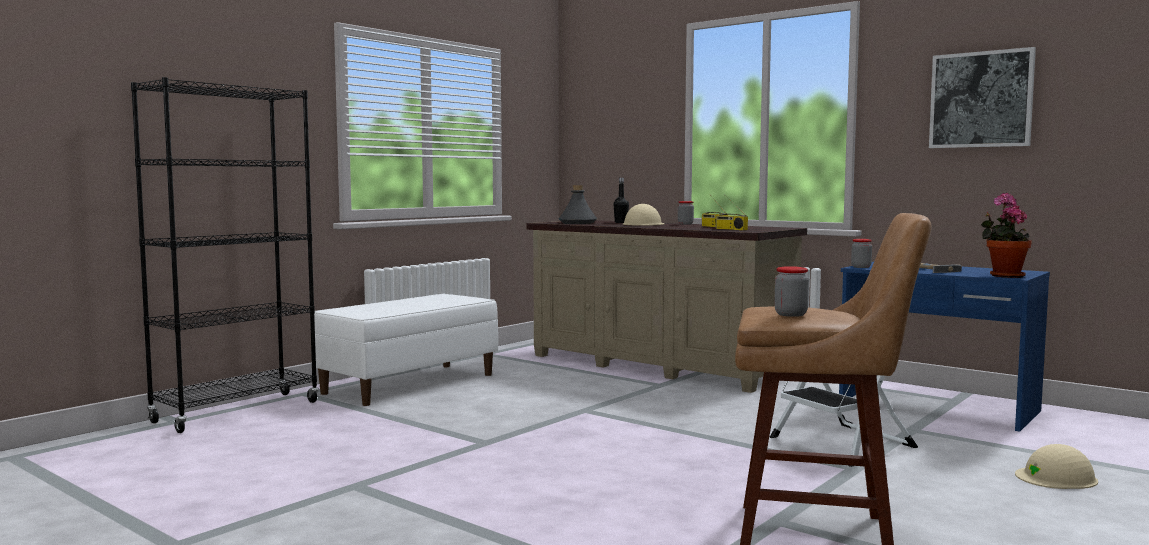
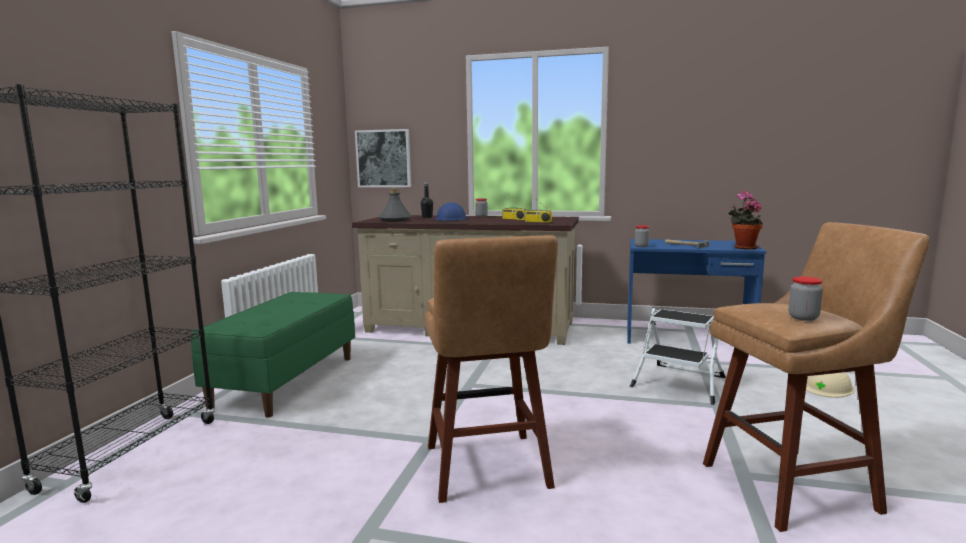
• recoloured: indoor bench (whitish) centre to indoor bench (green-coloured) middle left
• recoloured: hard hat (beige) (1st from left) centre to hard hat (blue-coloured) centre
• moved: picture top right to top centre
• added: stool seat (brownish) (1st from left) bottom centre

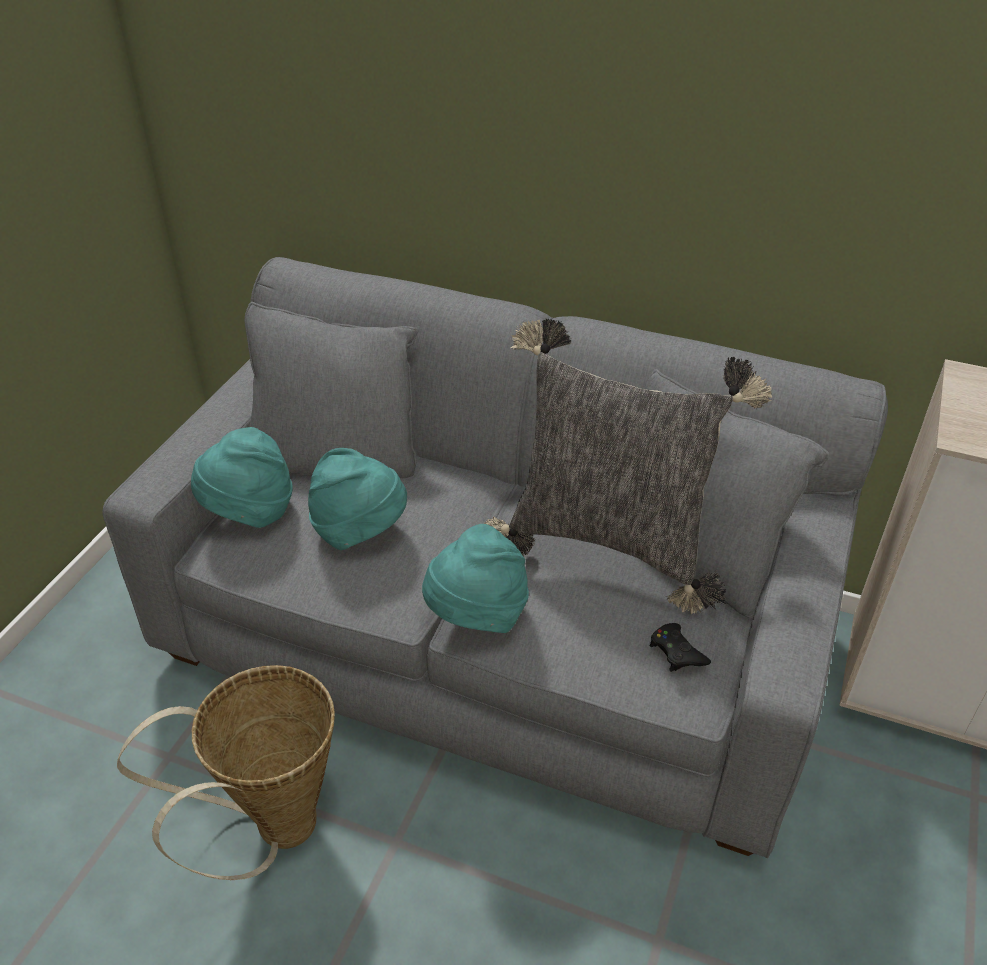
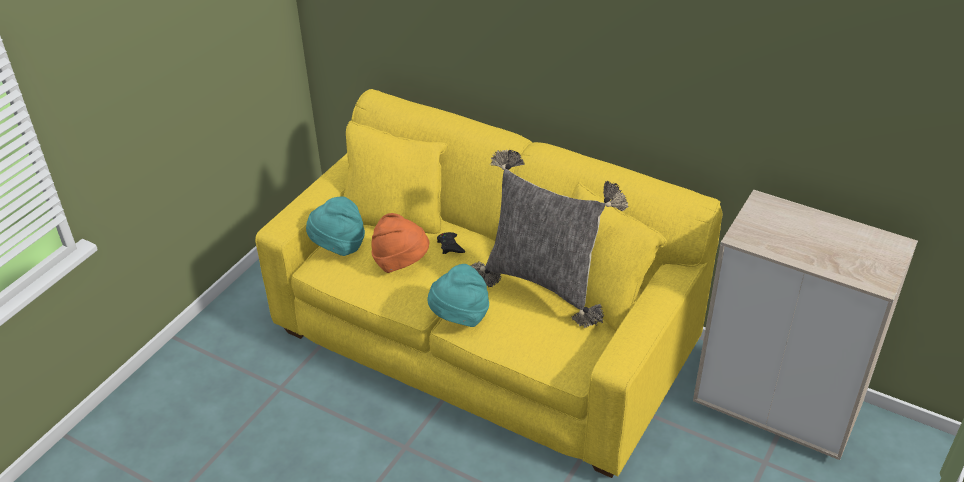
• recoloured: couch (greyish) centre to couch (yellow-coloured) centre
• removed: storage basket bottom left
• recoloured: clothing hat (turquoise-coloured) (2nd from left) centre to clothing hat (orange-coloured) centre
• moved: joypad (black) bottom right to centre

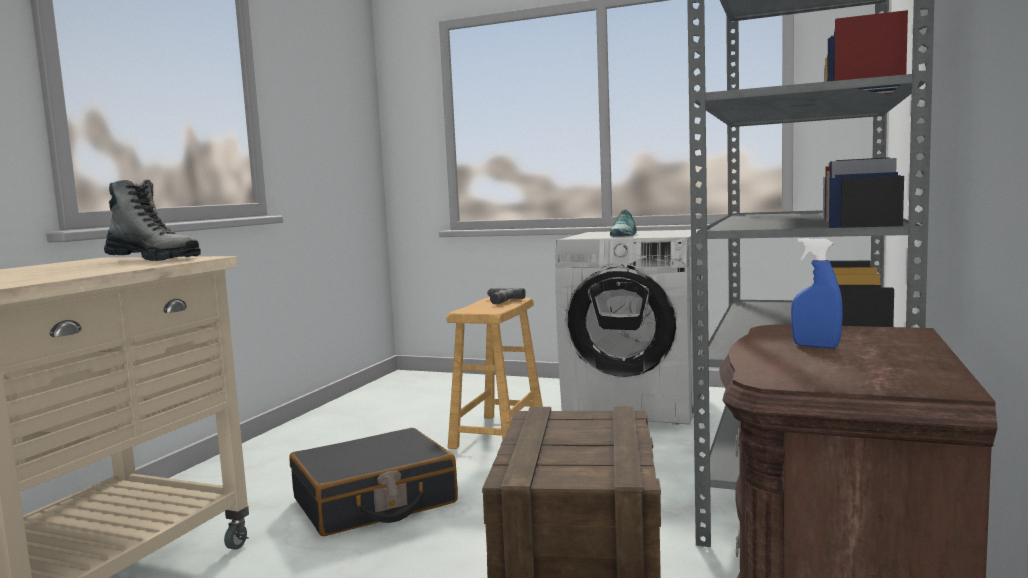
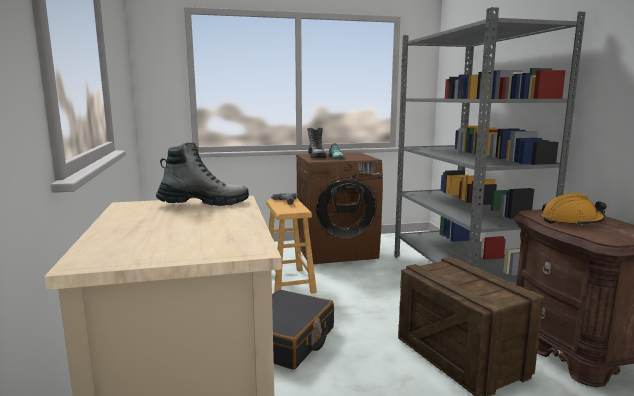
• recoloured: laundry appliance (whitish) centre to laundry appliance (brownish) centre
• replaced: sprayer (blue-coloured) middle right to hard hat (orange-coloured) middle right
• added: boot (2nd from left) centre

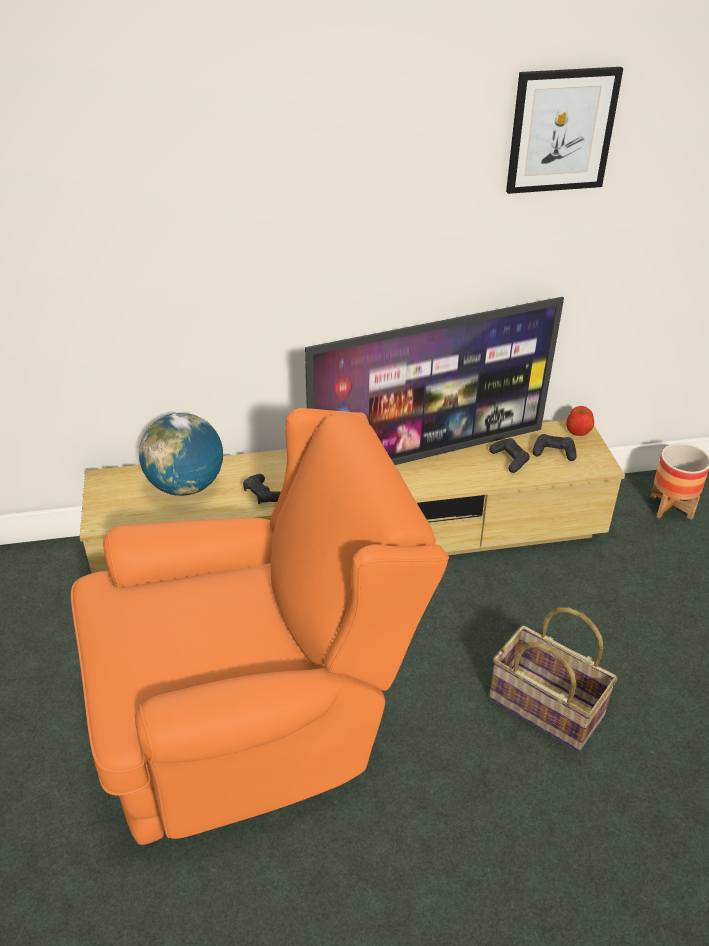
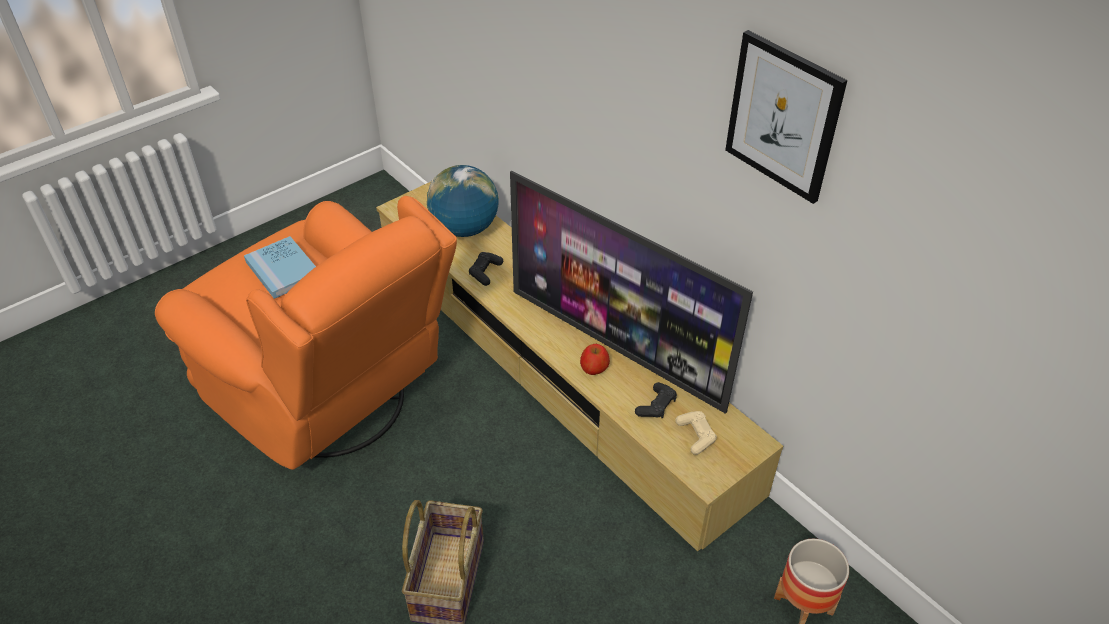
• recoloured: joypad (black) (3rd from left) middle right to joypad (beige) bottom centre
• moved: apple middle right to centre
• added: book (blue-coloured) middle left

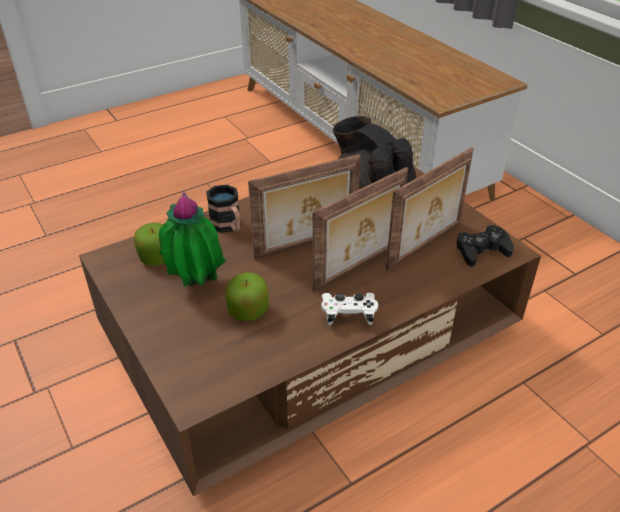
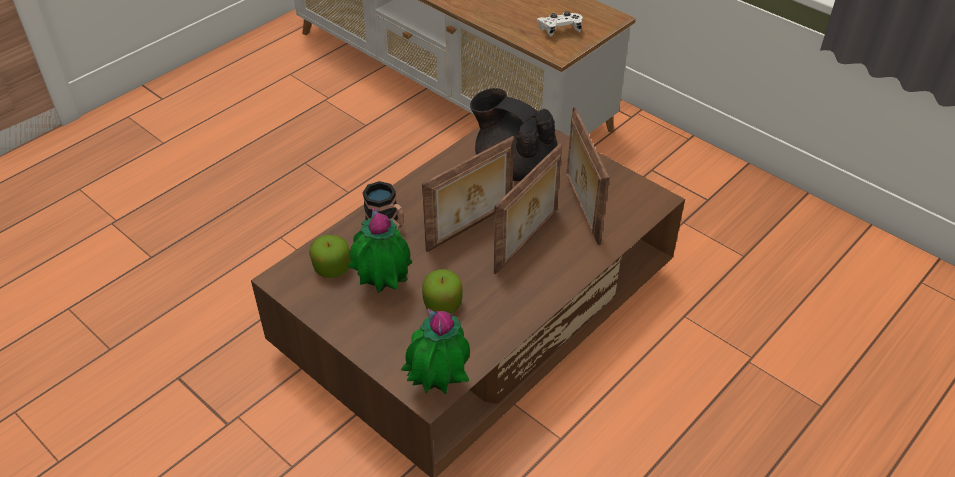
• moved: joypad (whitish) centre to top centre
• turned: picture frame (3rd from left) middle right = centre 135 degrees clockwise
• removed: joypad (black) middle right
• added: potted plant (2nd from left) bottom centre

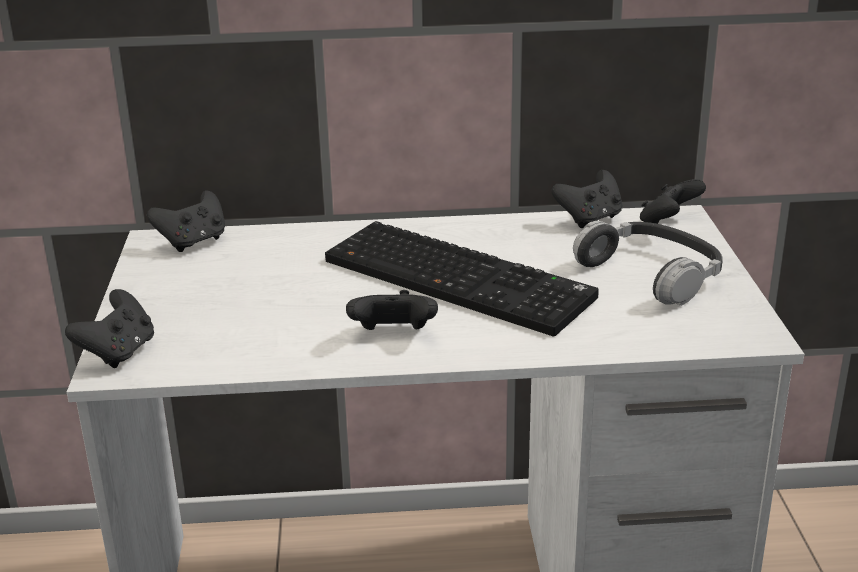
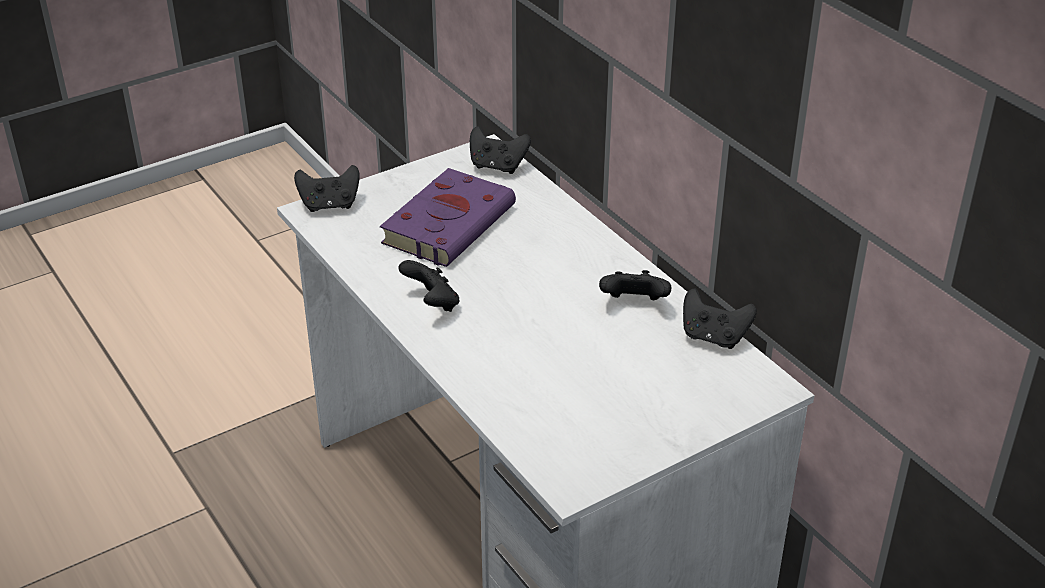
• removed: keyboard centre
• removed: headset middle right
• moved: joypad (black) (5th from left in the first image) middle right to joypad (black) (4th from left) centre
• added: book (purple) centre

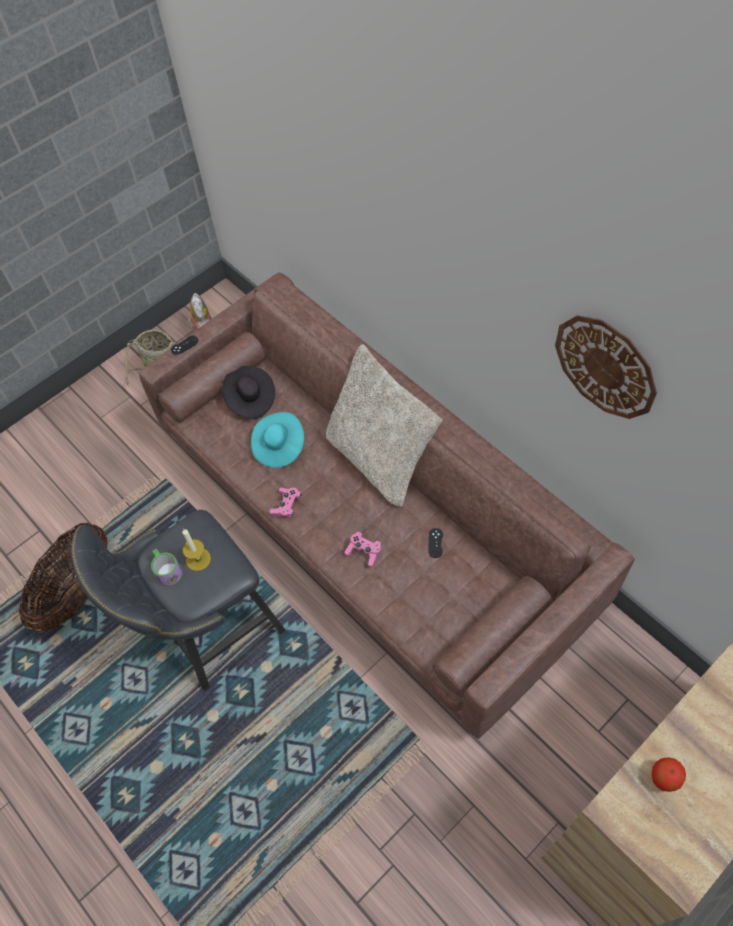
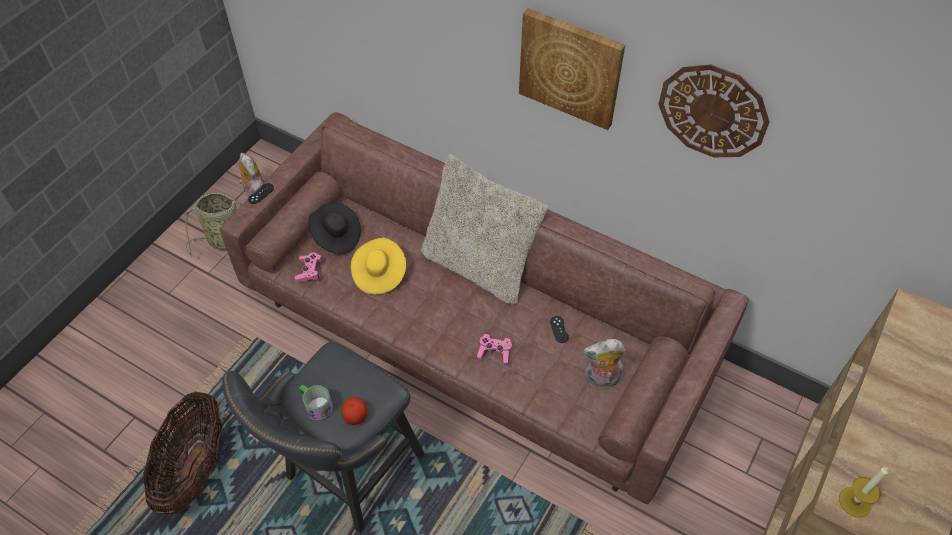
• moved: wax light middle left to bottom right
• recoloured: clothing hat (turquoise-coloured) centre to clothing hat (yellow-coloured) centre
• moved: joypad (pink-coloured) (1st from left) centre to middle left
• moved: apple bottom right to bottom centre
• added: picture top centre
• added: soft toy (2nd from left) bottom centre

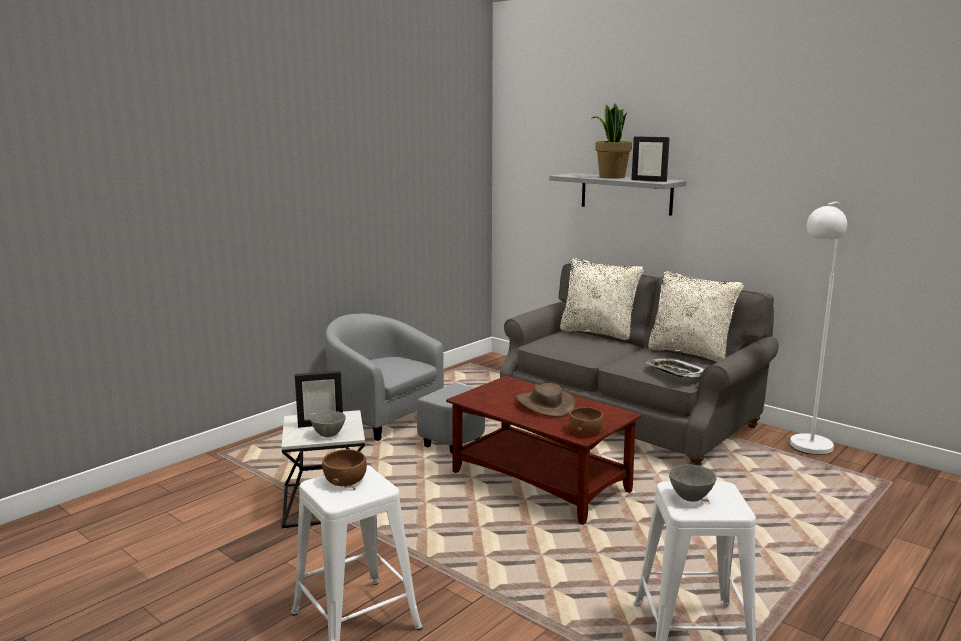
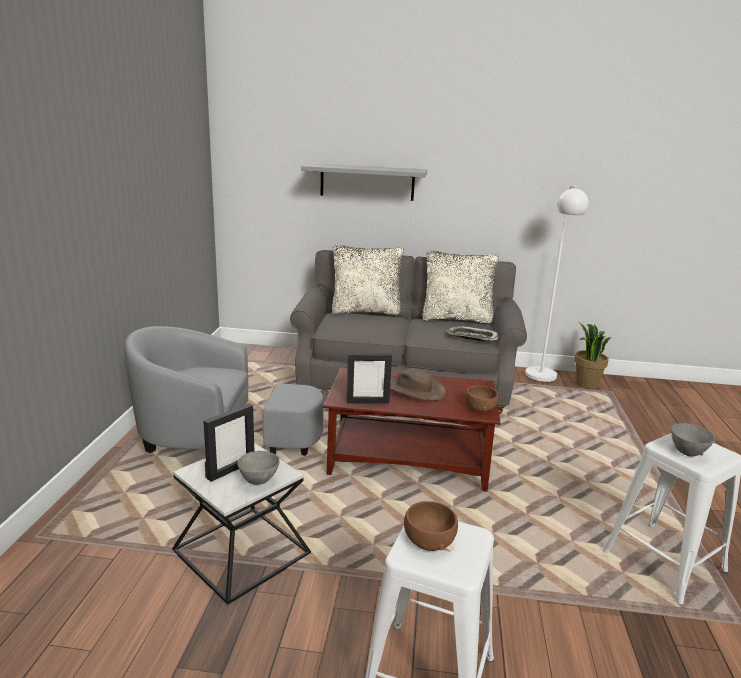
• moved: potted plant top centre to middle right
• moved: picture frame (2nd from left) top right to centre

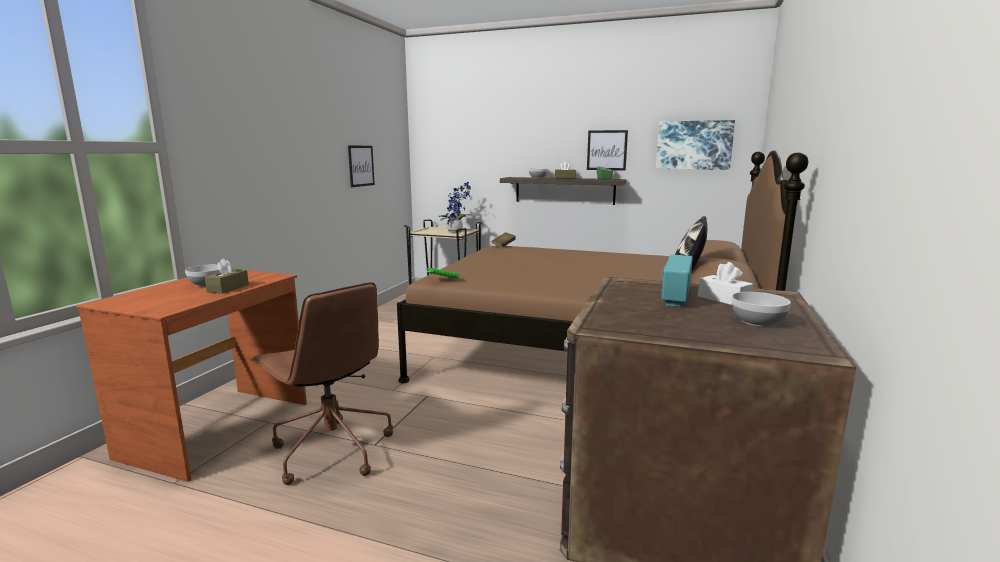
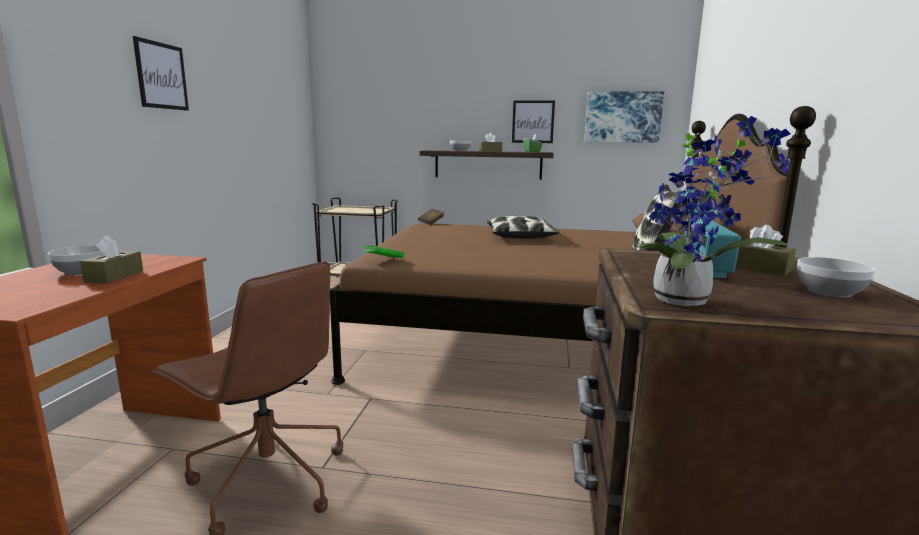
• moved: picture (1st from left) top centre to top left
• moved: potted plant centre to middle right
• recoloured: tissue box (whitish) middle right to tissue box (brownish) (3rd from left) middle right
• added: throw pillow (1st from left) centre

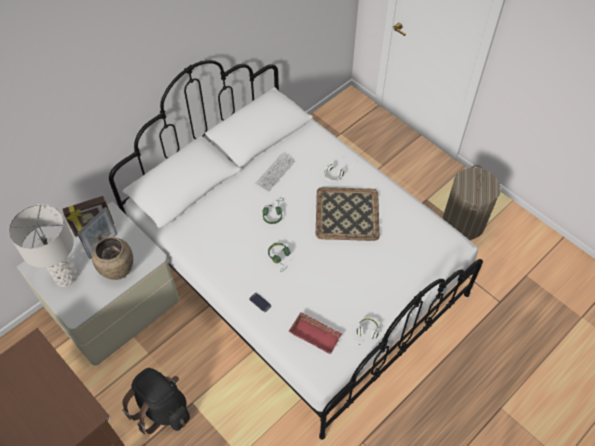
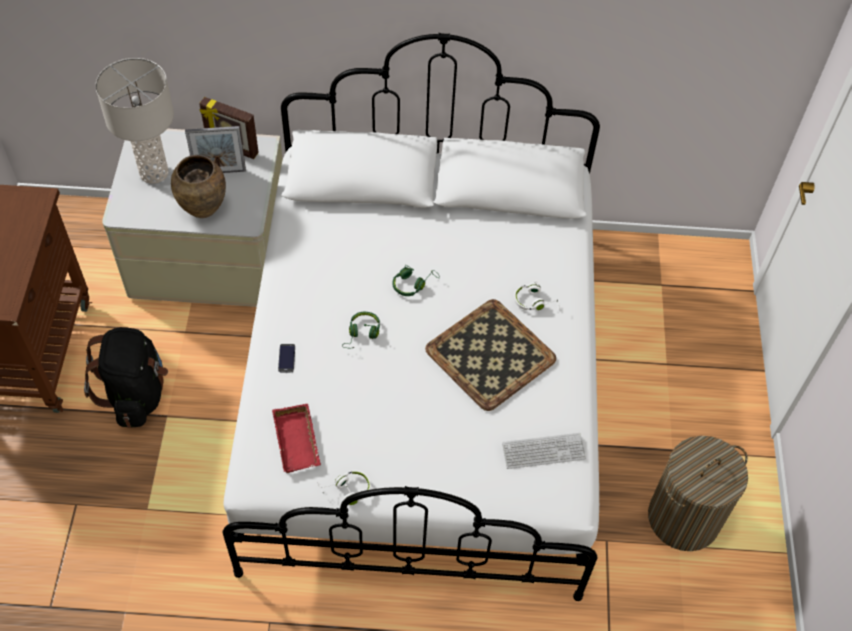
• moved: keyboard centre to bottom centre

